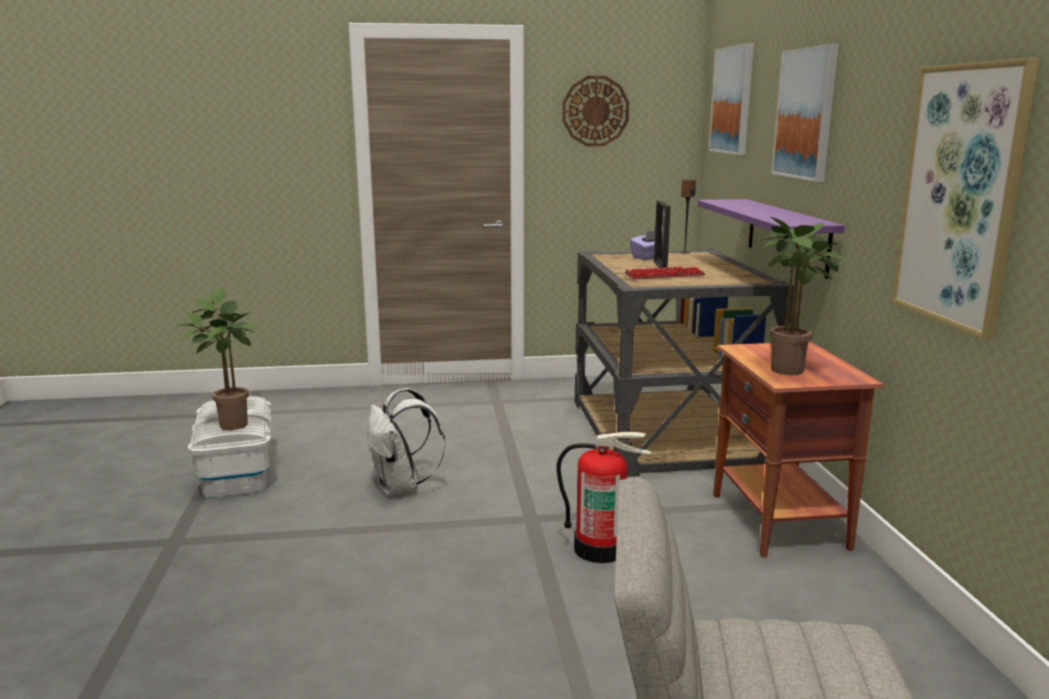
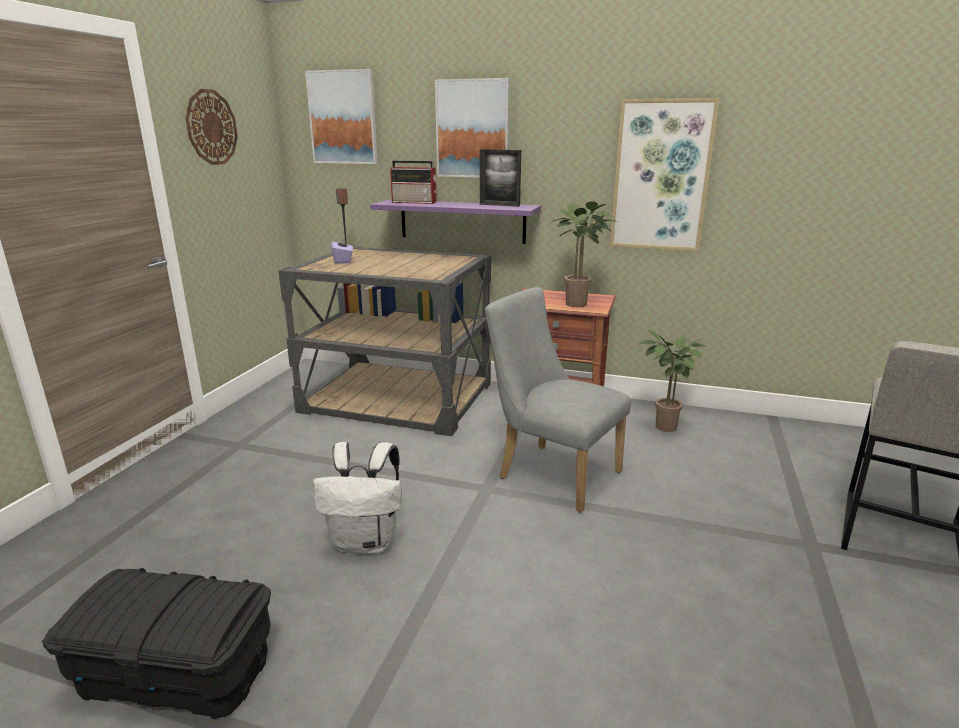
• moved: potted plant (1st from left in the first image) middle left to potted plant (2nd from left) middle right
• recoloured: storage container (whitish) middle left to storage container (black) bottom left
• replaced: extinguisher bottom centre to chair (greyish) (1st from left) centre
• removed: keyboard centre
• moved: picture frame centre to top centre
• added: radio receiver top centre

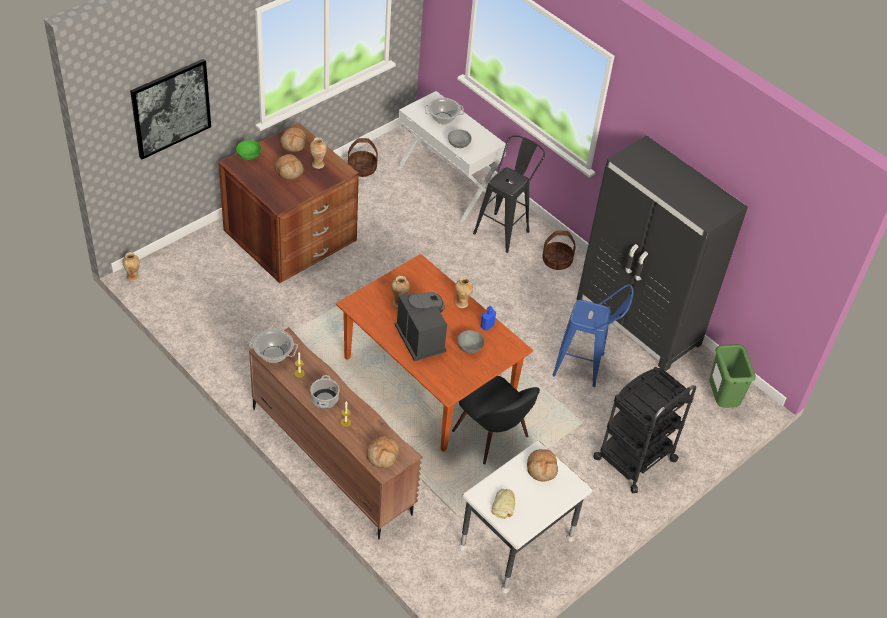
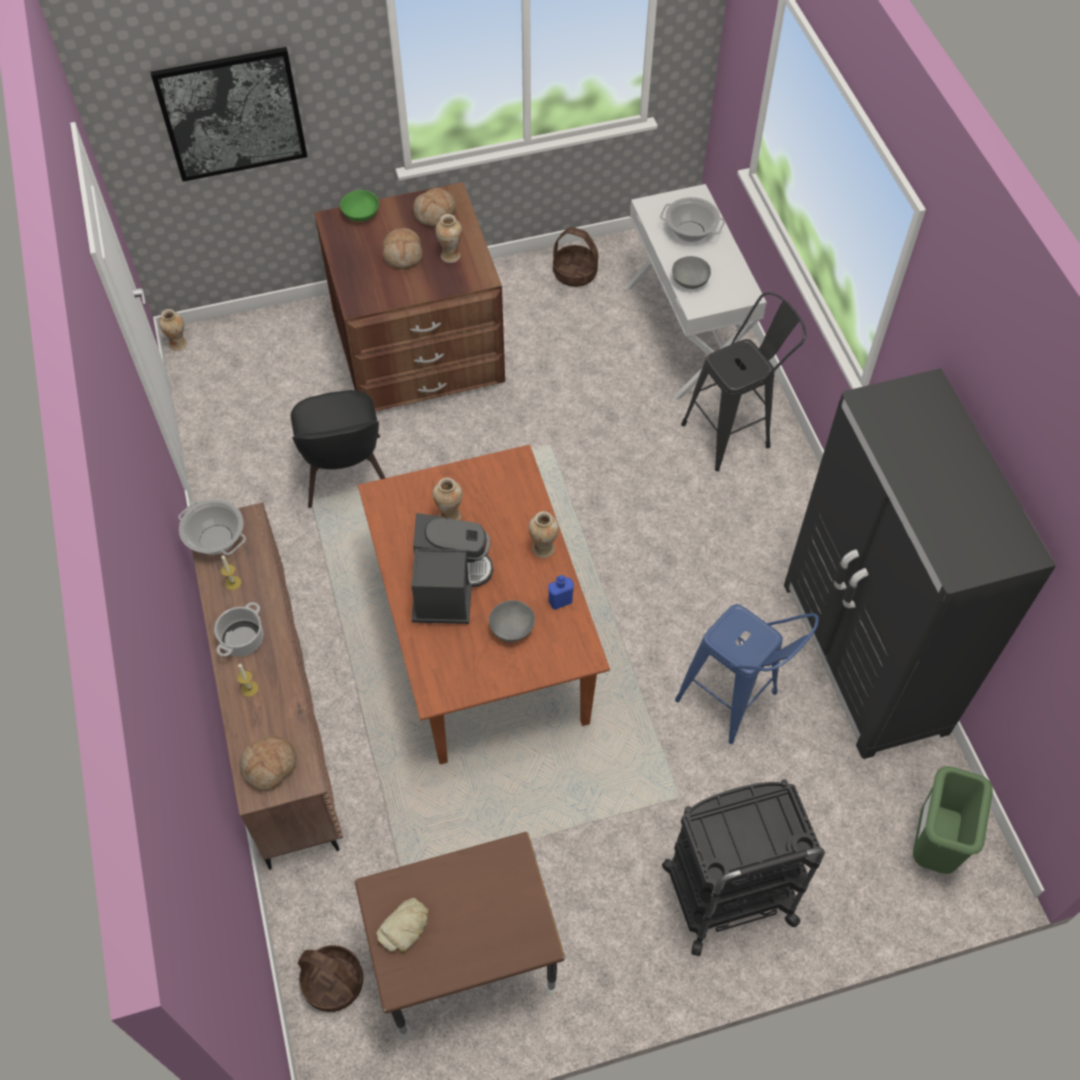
• moved: chair (black) bottom centre to middle left
• recoloured: desk table (whitish) bottom centre to desk table (brownish) bottom centre
• removed: bakery bread (5th from left) bottom centre
• moved: storage basket (2nd from left in the first image) centre to storage basket (1st from left) bottom left

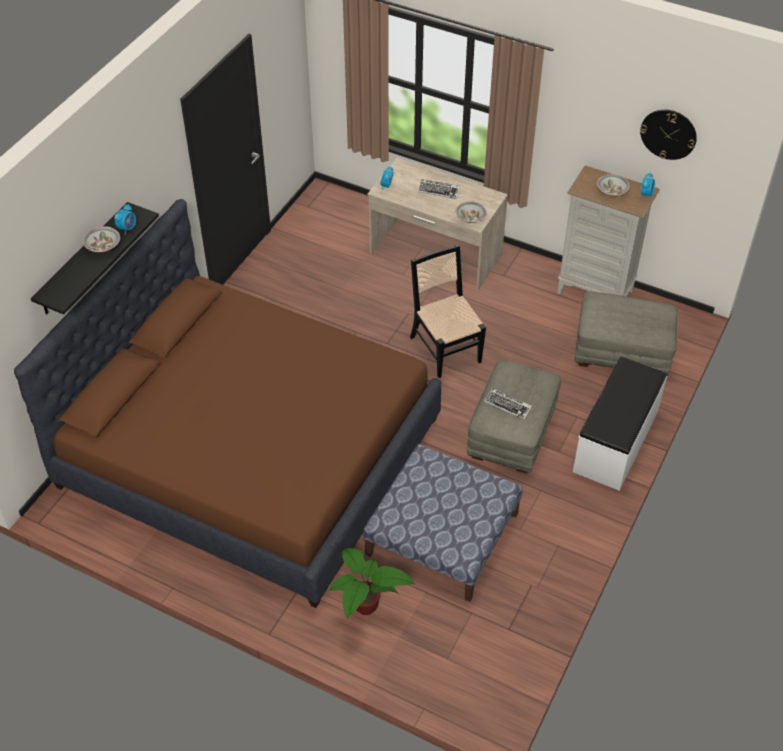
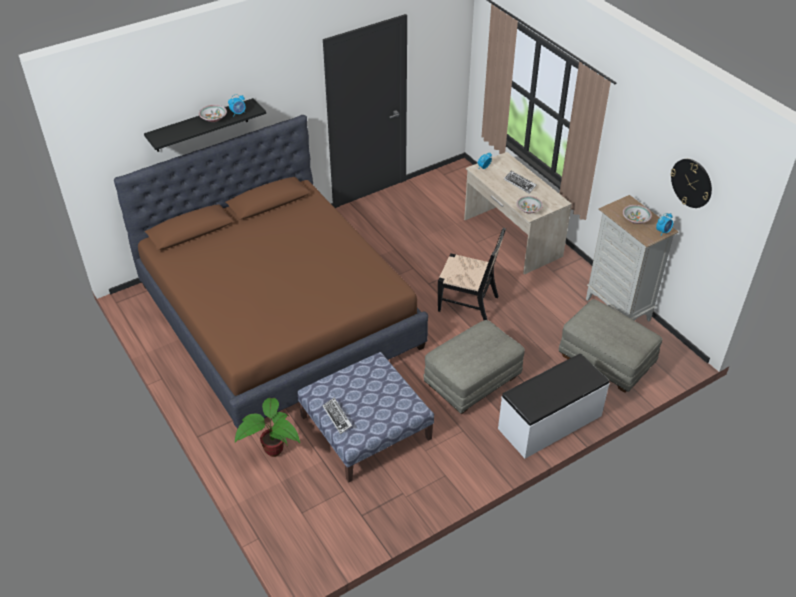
• turned: chair centre = centre 105 degrees clockwise
• moved: keyboard (2nd from left in the first image) centre to keyboard (1st from left) bottom centre

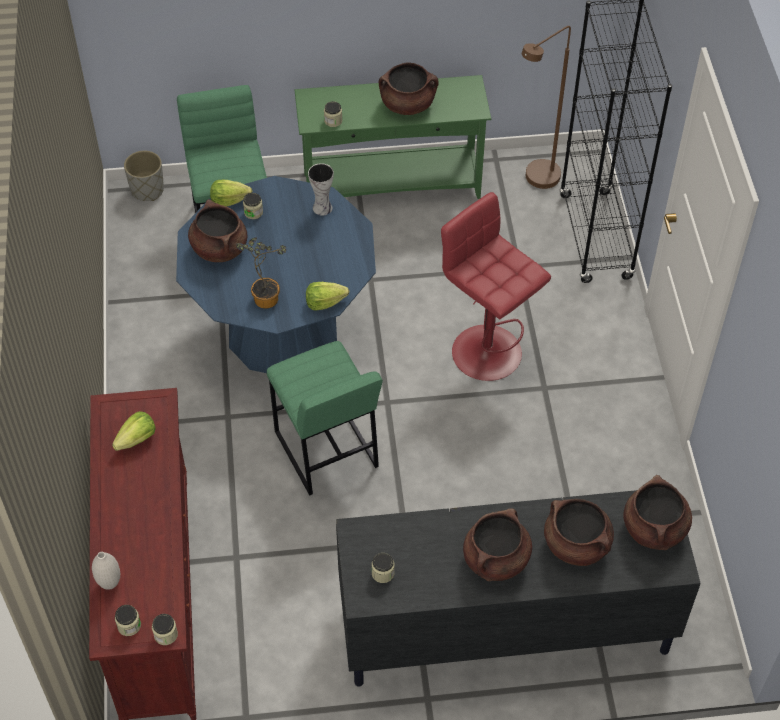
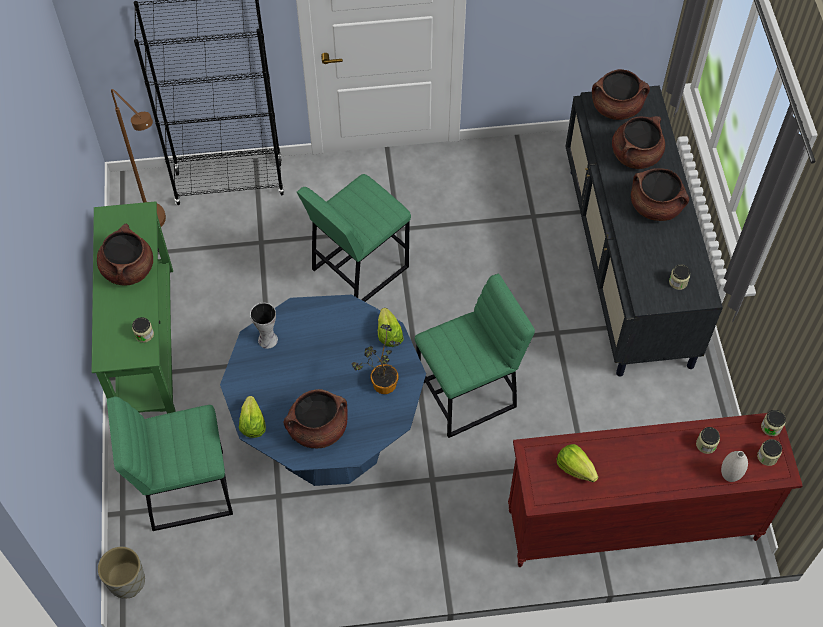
• moved: preserve jar (3rd from left) top left to bottom right
• replaced: stool seat (red-coloured) centre to chair (green-coloured) (2nd from left) centre

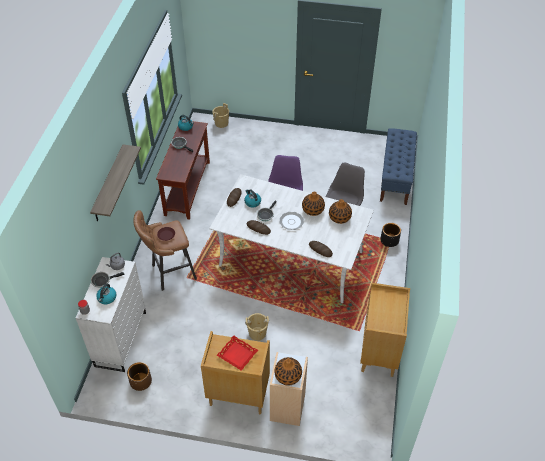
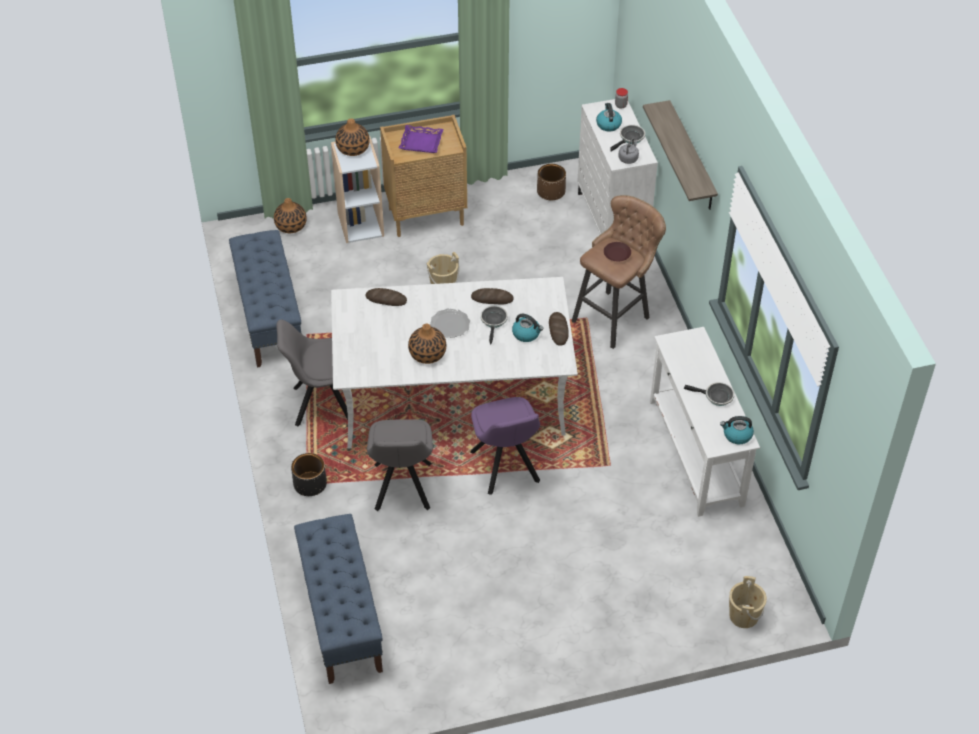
• recoloured: console table (brownish) centre to console table (whitish) middle right
• recoloured: serving tray (red-coloured) bottom centre to serving tray (purple) top centre
• moved: vase (3rd from left in the first image) centre to vase (1st from left) top left
• replaced: storage cabinet (brownish) (2nd from left) bottom right to indoor bench (blue-coloured) (1st from left) middle left
• added: chair (greyish) (1st from left) middle left

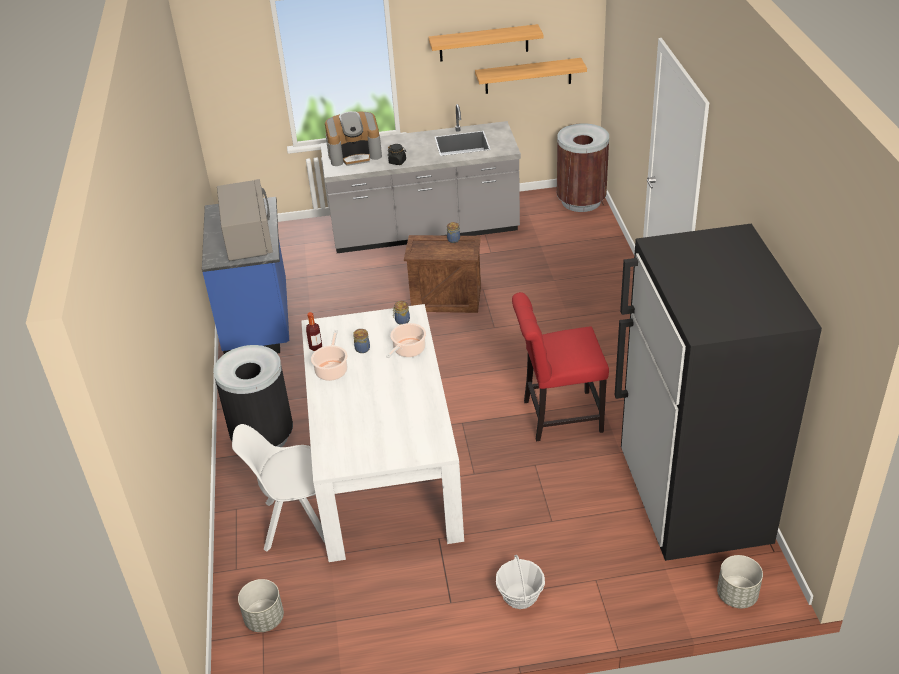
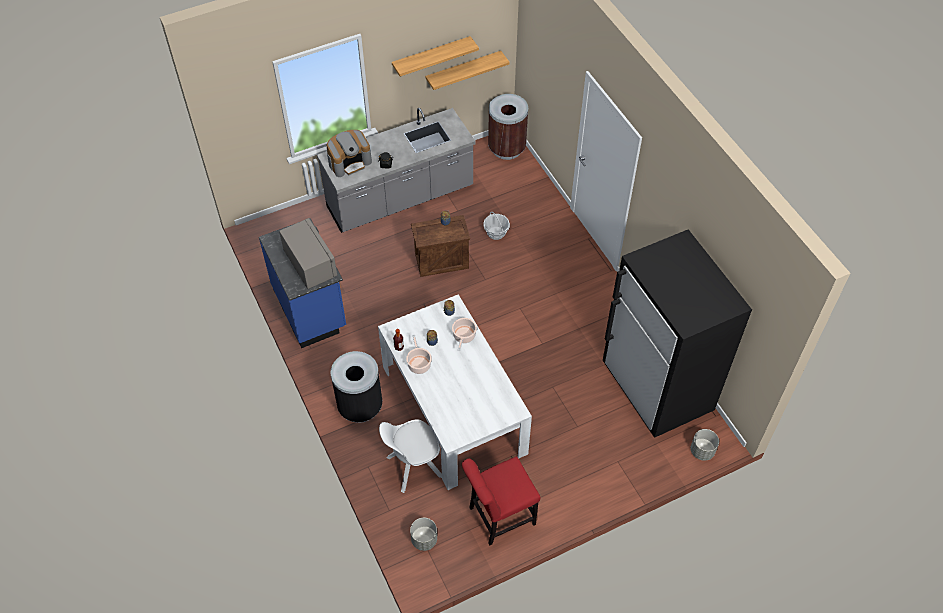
• moved: storage basket bottom centre to centre
• moved: chair (red-coloured) centre to bottom centre

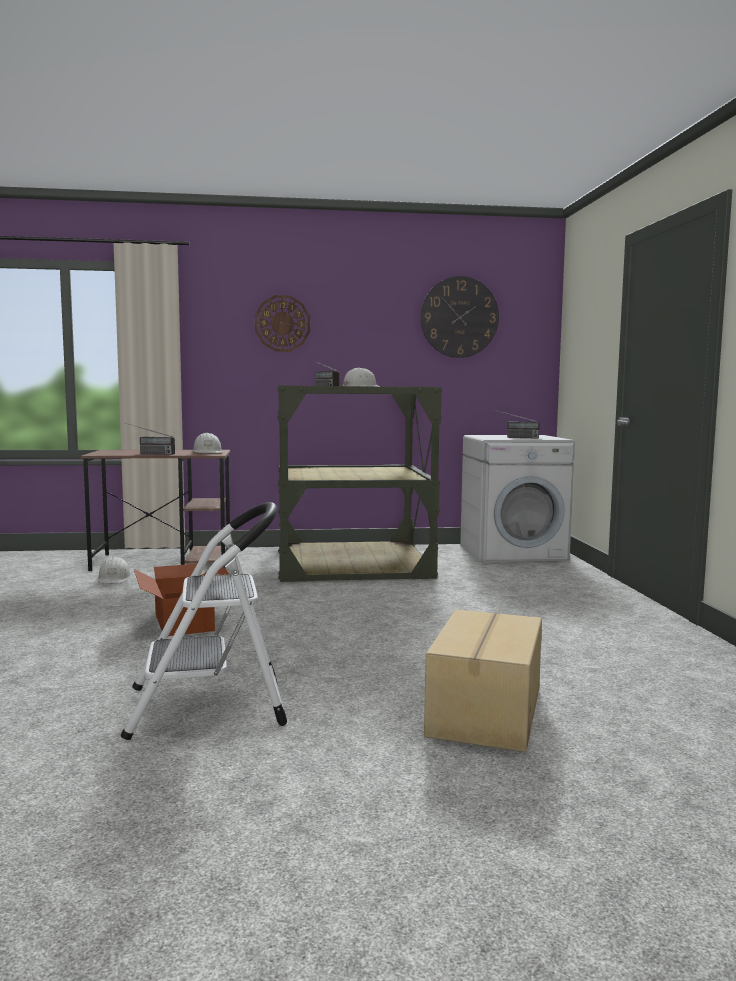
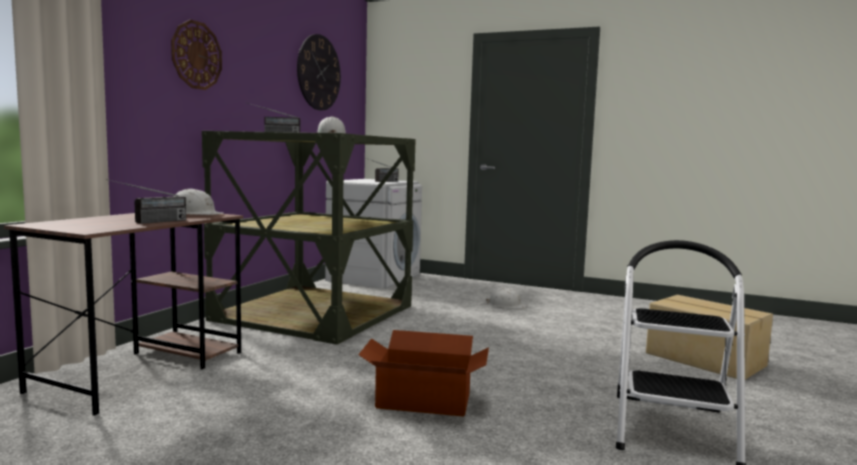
• moved: hard hat (whitish) (1st from left in the first image) middle left to hard hat (whitish) (3rd from left) centre

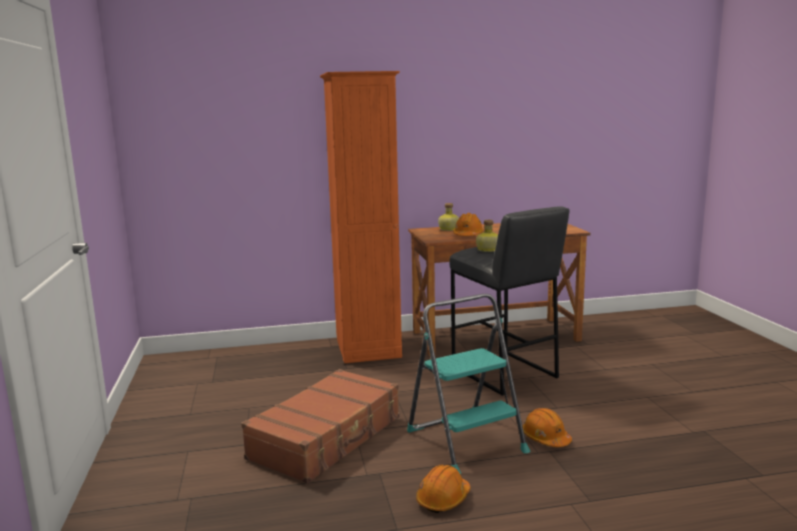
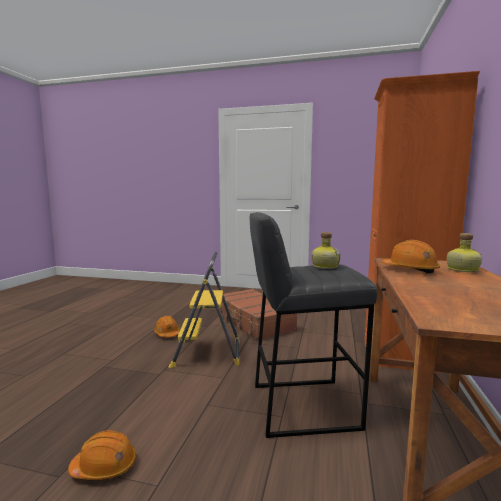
• recoloured: step ladder (turquoise-coloured) bottom centre to step ladder (yellow-coloured) centre
• moved: hard hat (orange-coloured) (3rd from left in the first image) bottom right to hard hat (orange-coloured) (1st from left) bottom left

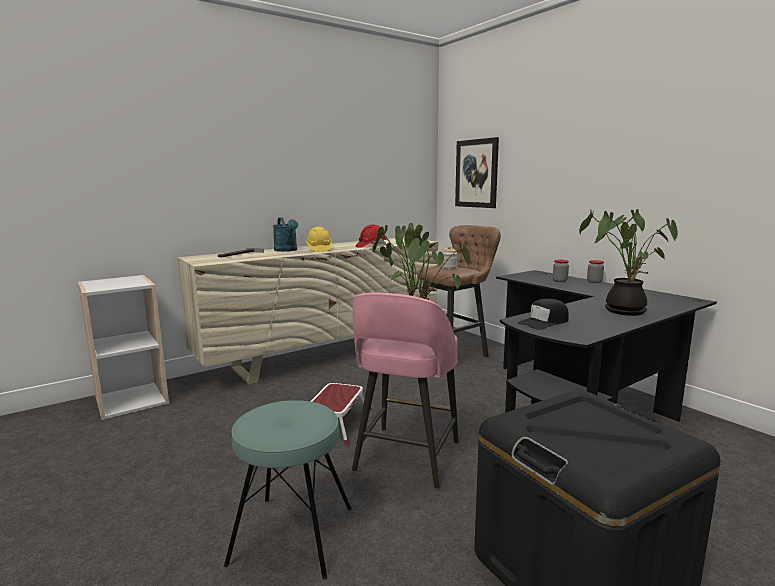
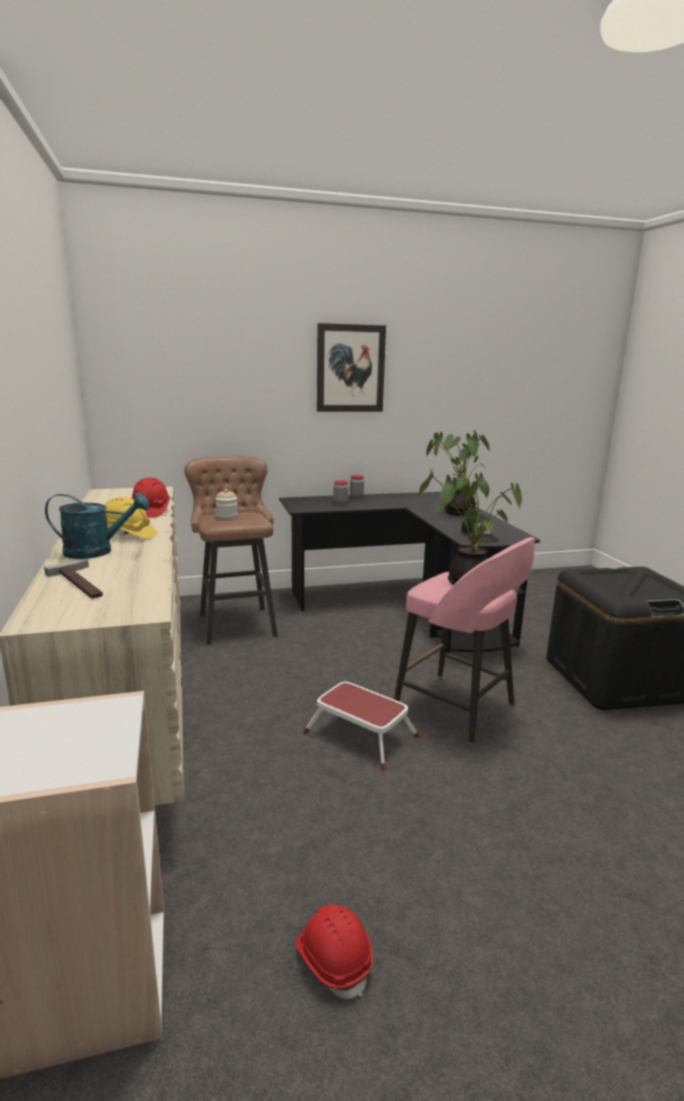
• removed: stool seat (turquoise-coloured) bottom centre
• moved: picture top centre to centre
• added: hard hat (red-coloured) (2nd from left) bottom centre

